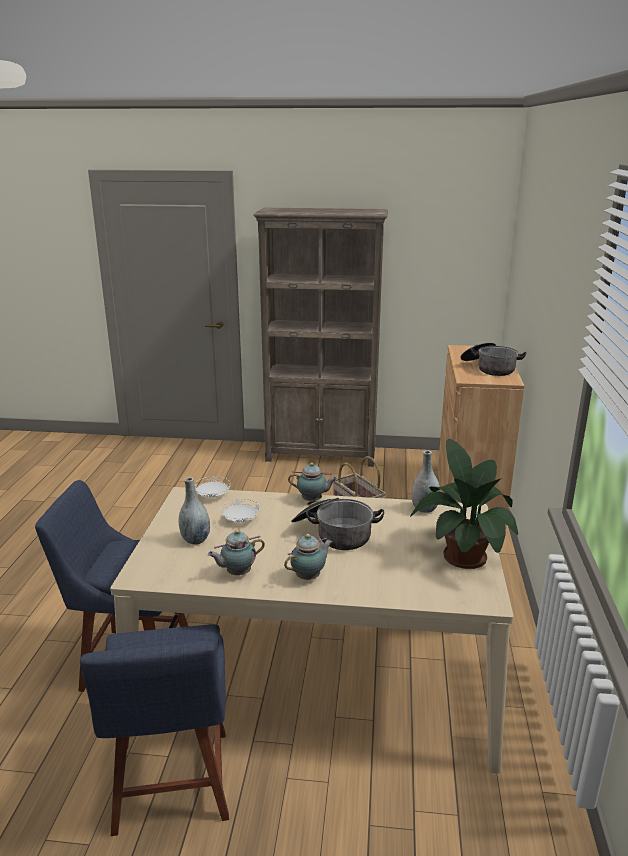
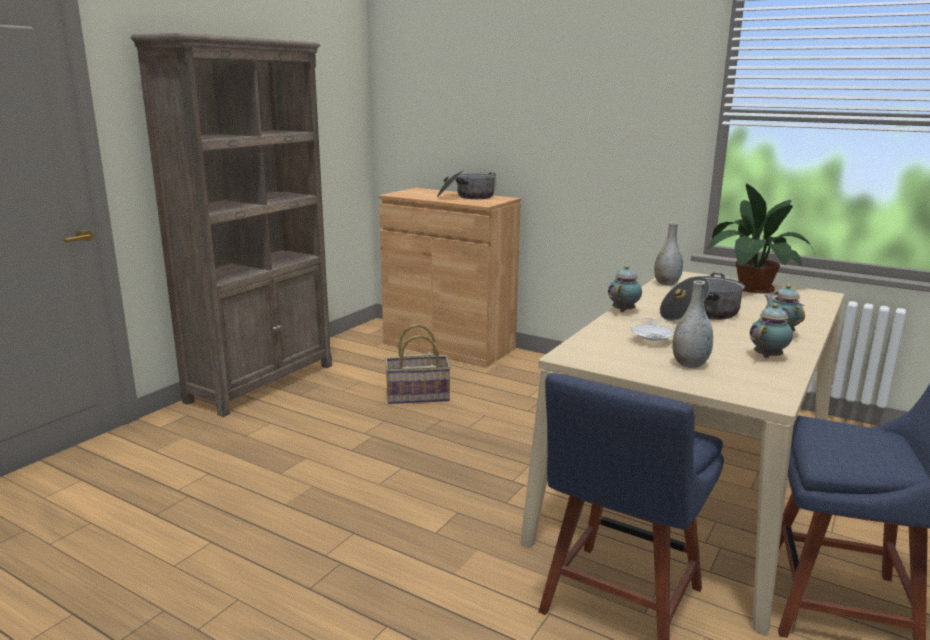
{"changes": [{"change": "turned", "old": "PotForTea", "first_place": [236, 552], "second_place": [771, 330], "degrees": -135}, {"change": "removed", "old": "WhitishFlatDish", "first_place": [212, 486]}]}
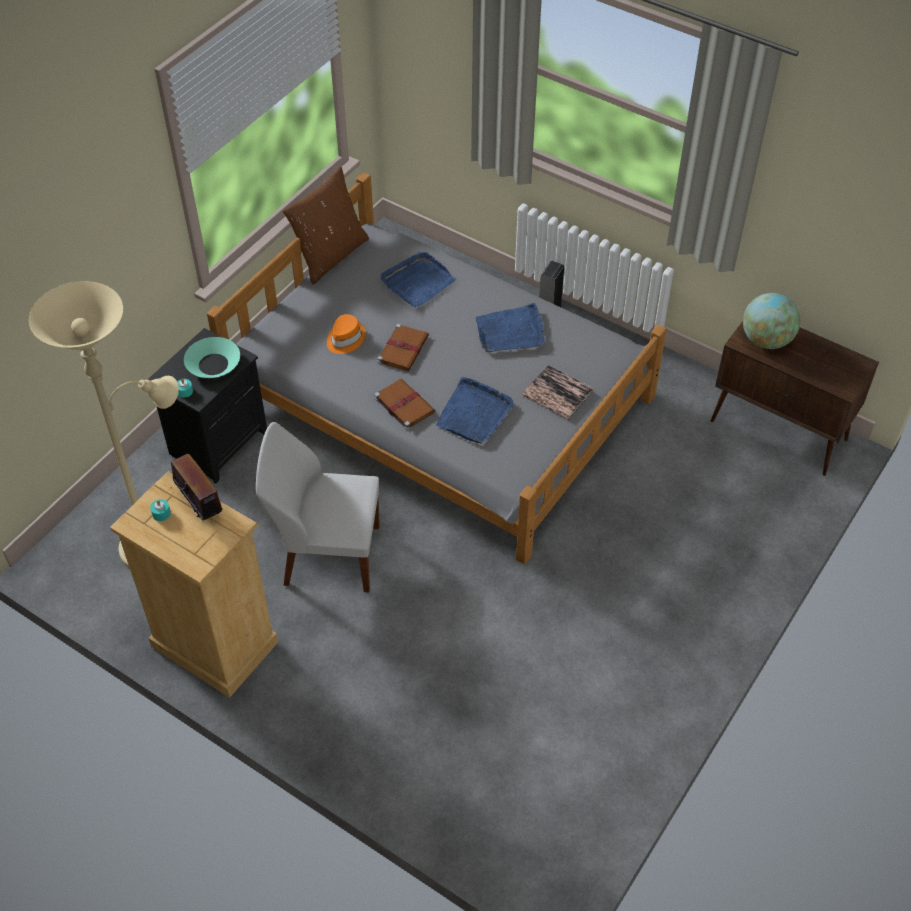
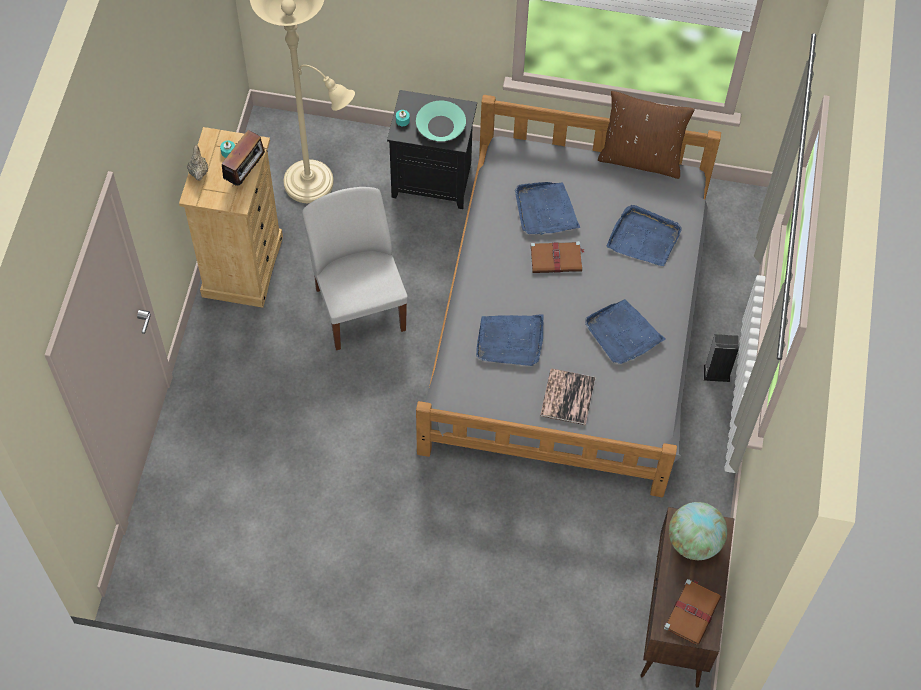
{"changes": [{"change": "added", "new": "BeigeColouredPotForTea", "second_place": [197, 163]}, {"change": "replaced", "old": "OrangeColouredWearableHat", "new": "BlueColouredTray", "first_place": [346, 334], "second_place": [547, 208]}, {"change": "moved", "old": "BrownColouredBoundBook", "first_place": [404, 404], "second_place": [692, 612]}]}
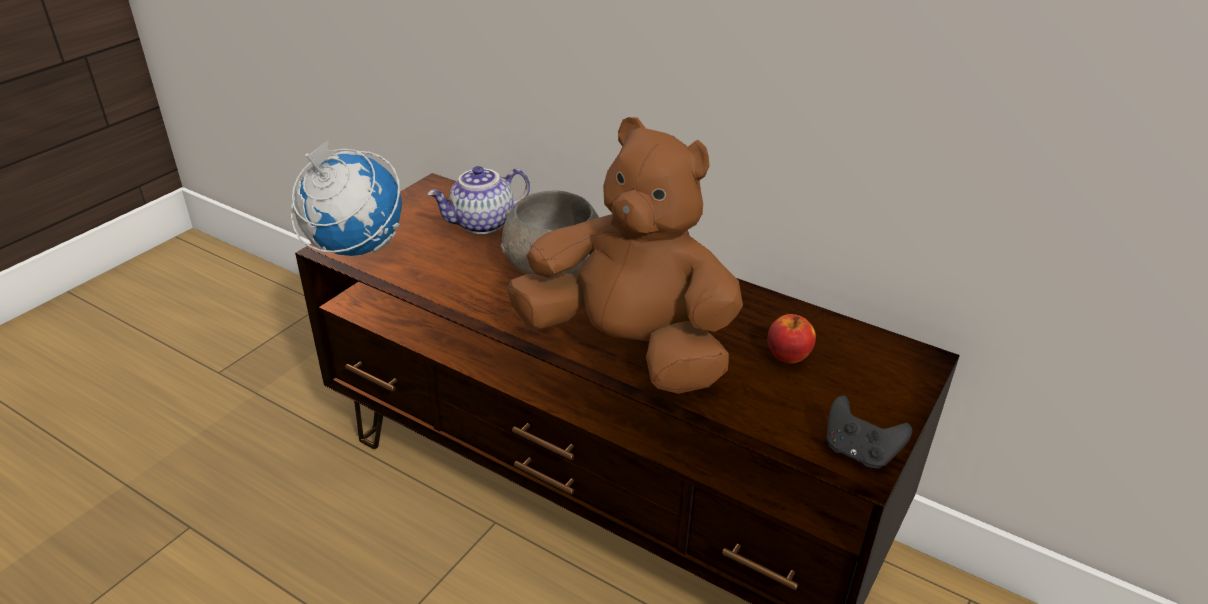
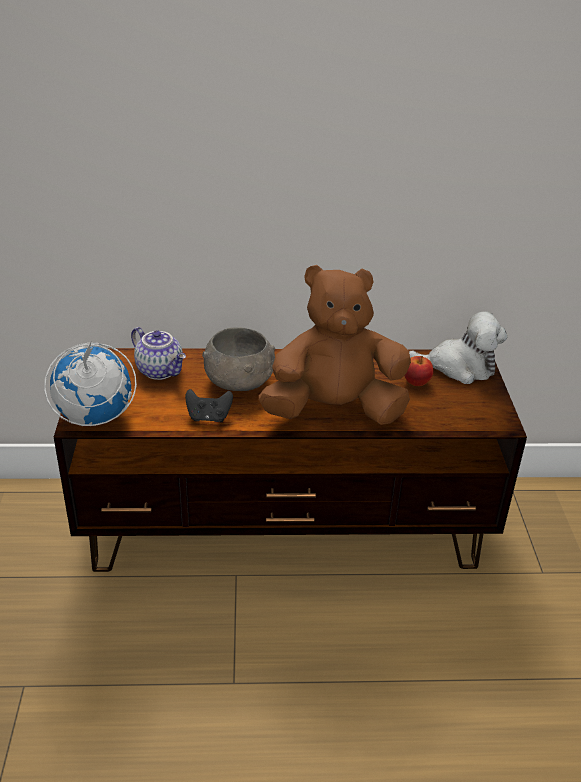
{"changes": [{"change": "turned", "old": "PotForTea", "first_place": [478, 200], "second_place": [158, 353], "degrees": -75}, {"change": "moved", "old": "BlackGameController", "first_place": [869, 432], "second_place": [209, 405]}, {"change": "added", "new": "PlushToy", "second_place": [458, 347]}]}
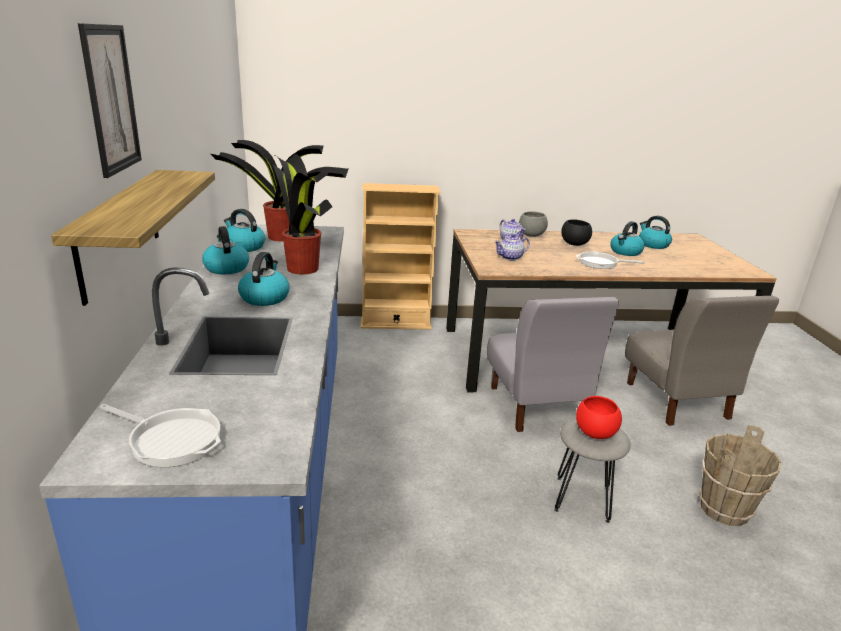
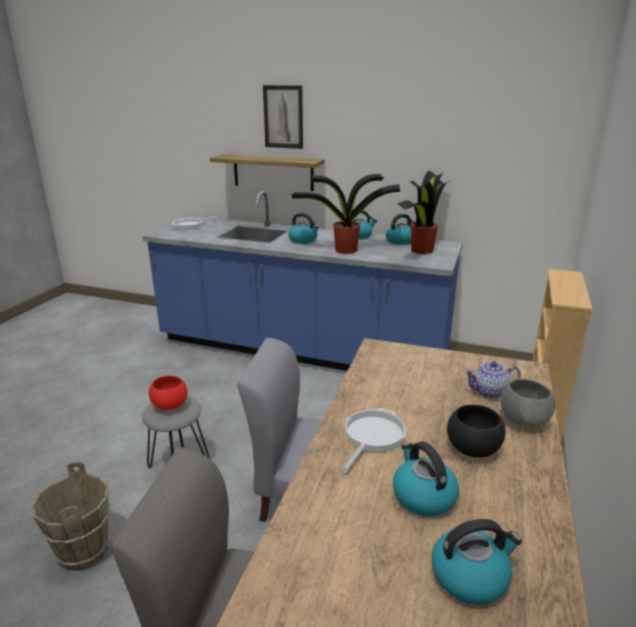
{"changes": [{"change": "removed", "old": "PotForTea", "first_place": [512, 247]}]}
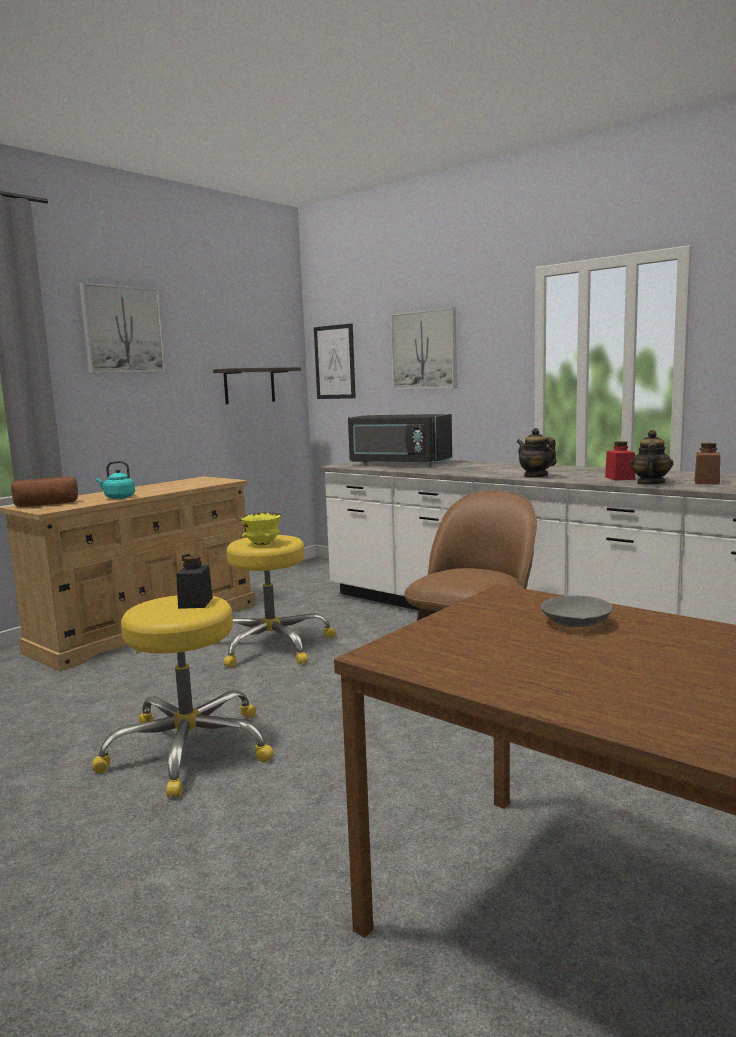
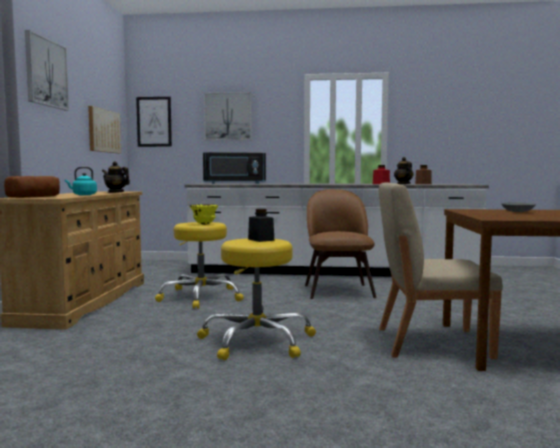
{"changes": [{"change": "replaced", "old": "BracketShelf", "new": "WallPicture", "first_place": [257, 385], "second_place": [104, 129]}, {"change": "moved", "old": "PotForTea", "first_place": [537, 453], "second_place": [116, 177]}, {"change": "added", "new": "BeigeColouredChair", "second_place": [441, 271]}]}
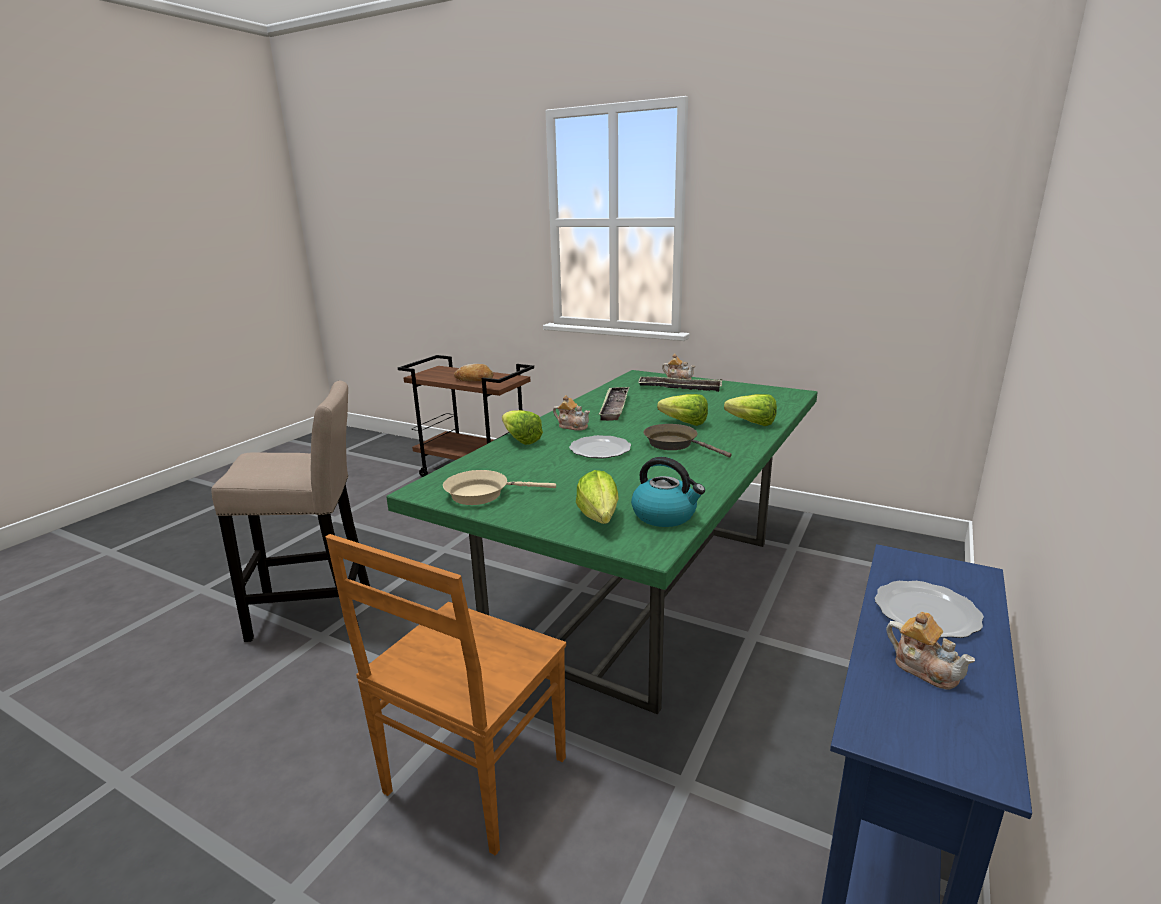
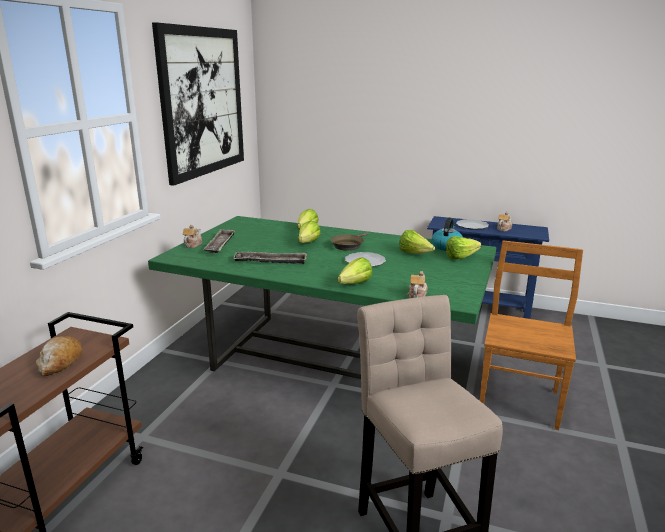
{"changes": [{"change": "added", "new": "WallPicture", "second_place": [198, 104]}, {"change": "added", "new": "Lettuce", "second_place": [417, 242]}, {"change": "moved", "old": "PotForTea", "first_place": [571, 413], "second_place": [417, 284]}, {"change": "turned", "old": "BrownColouredChair", "first_place": [446, 695], "second_place": [531, 335], "degrees": -90}, {"change": "removed", "old": "BeigeColouredPan", "first_place": [499, 487]}]}
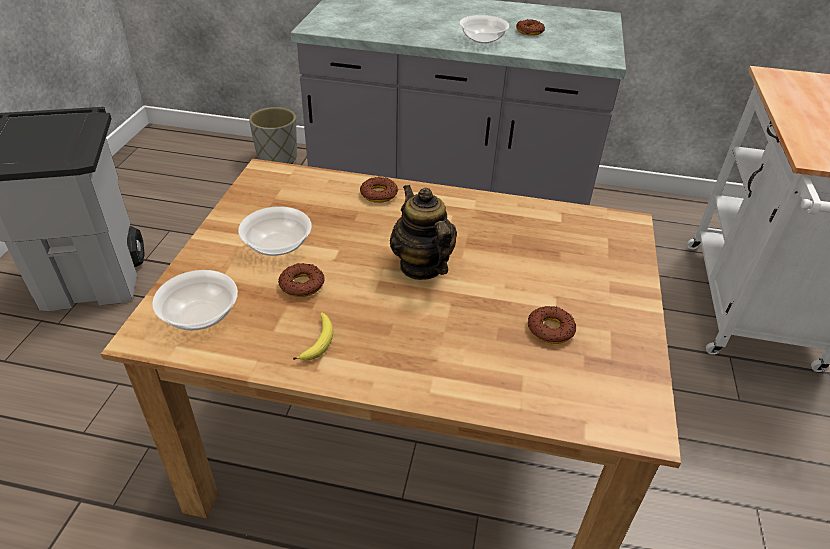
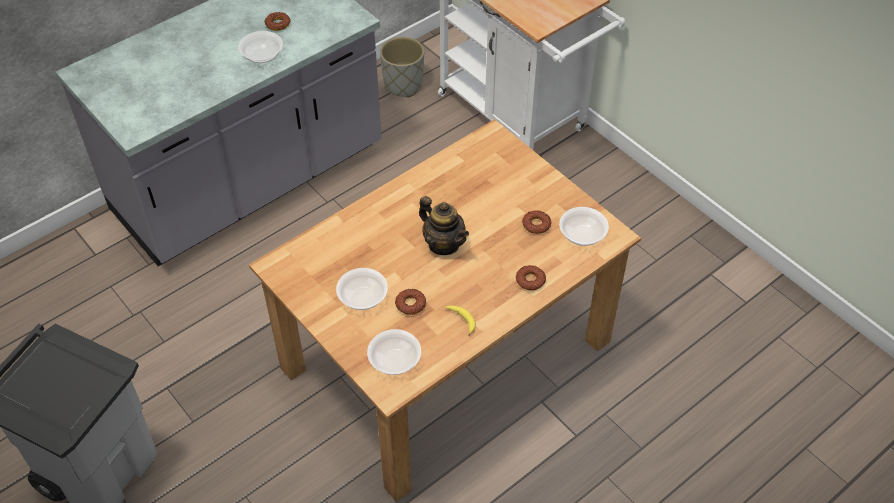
{"changes": [{"change": "moved", "old": "GreyFlowerPot", "first_place": [273, 135], "second_place": [402, 67]}, {"change": "turned", "old": "PotForTea", "first_place": [423, 232], "second_place": [444, 225], "degrees": -150}, {"change": "moved", "old": "Donut", "first_place": [379, 190], "second_place": [531, 278]}, {"change": "added", "new": "Bowl", "second_place": [584, 226]}]}
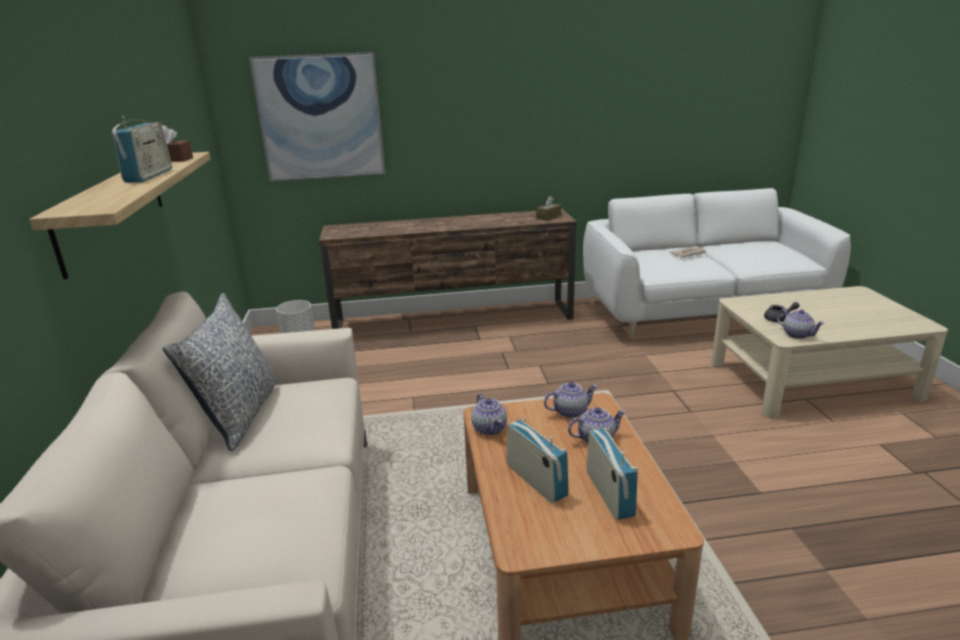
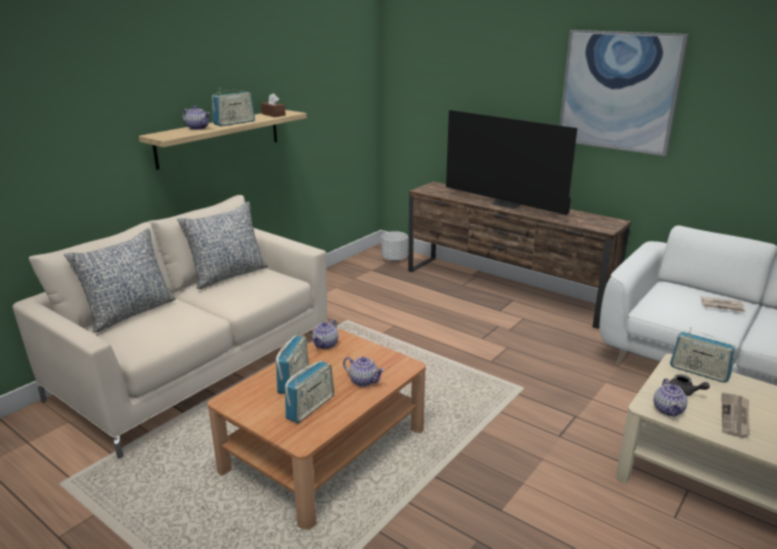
{"changes": [{"change": "added", "new": "Cushion", "second_place": [120, 280]}, {"change": "moved", "old": "PotForTea", "first_place": [571, 400], "second_place": [196, 118]}, {"change": "added", "new": "Tv", "second_place": [511, 162]}, {"change": "moved", "old": "WallPicture", "first_place": [317, 116], "second_place": [624, 93]}, {"change": "added", "new": "RadioReceiver", "second_place": [703, 355]}, {"change": "added", "new": "Newspaper", "second_place": [735, 415]}, {"change": "removed", "old": "BrownColouredTissueBox", "first_place": [548, 208]}]}
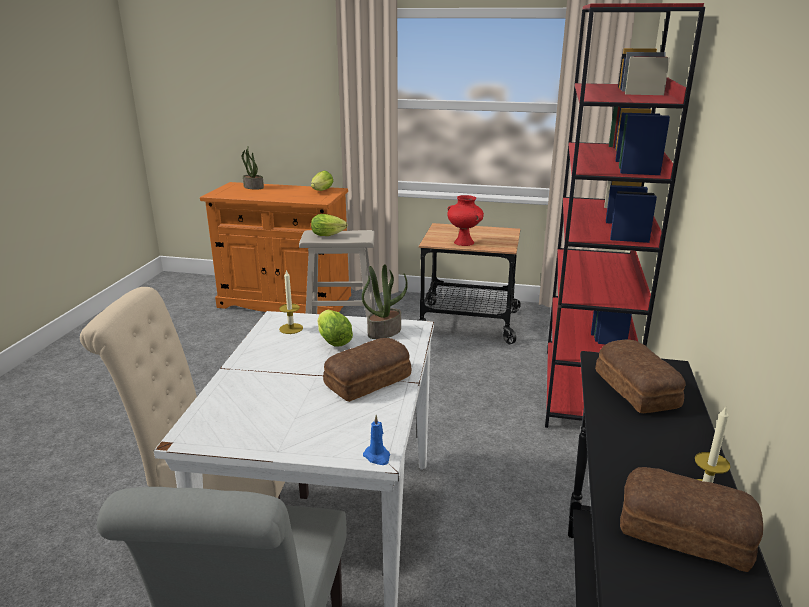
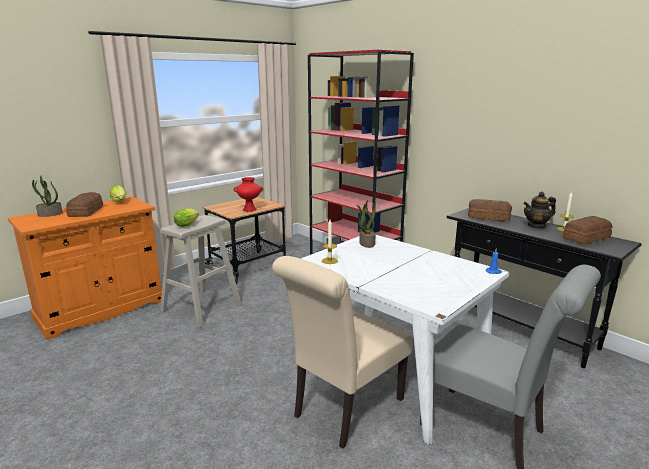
{"changes": [{"change": "moved", "old": "Bread", "first_place": [367, 370], "second_place": [84, 204]}, {"change": "added", "new": "PotForTea", "second_place": [539, 210]}, {"change": "removed", "old": "Lettuce", "first_place": [335, 328]}]}
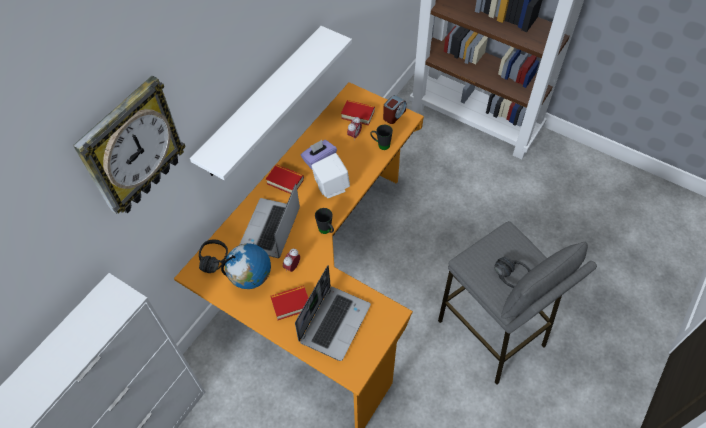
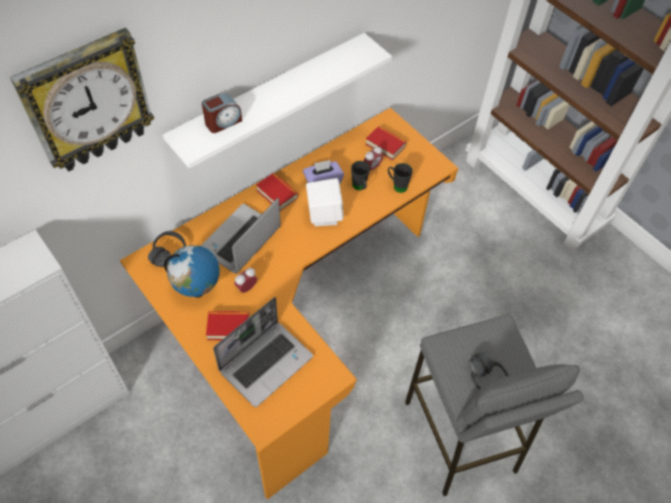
{"changes": [{"change": "moved", "old": "TableClock", "first_place": [394, 109], "second_place": [222, 113]}, {"change": "moved", "old": "BlackTeaMug", "first_place": [324, 221], "second_place": [360, 175]}]}
